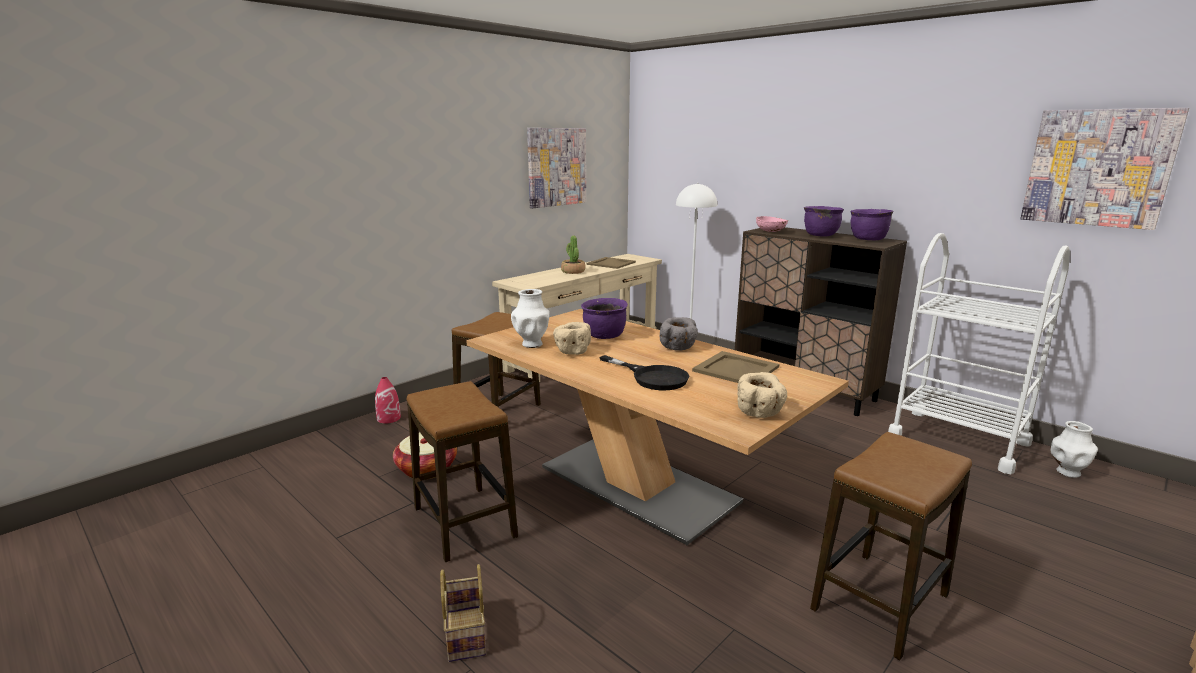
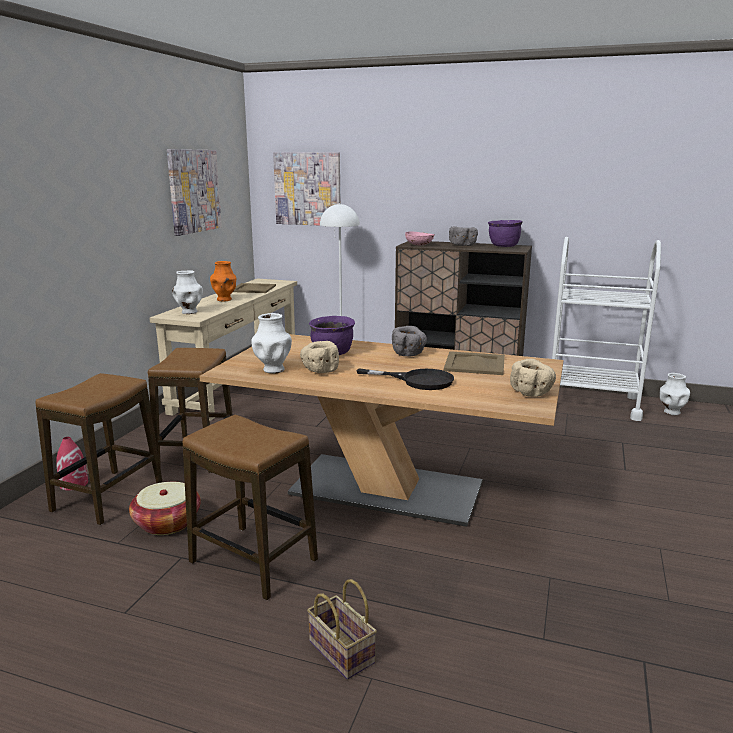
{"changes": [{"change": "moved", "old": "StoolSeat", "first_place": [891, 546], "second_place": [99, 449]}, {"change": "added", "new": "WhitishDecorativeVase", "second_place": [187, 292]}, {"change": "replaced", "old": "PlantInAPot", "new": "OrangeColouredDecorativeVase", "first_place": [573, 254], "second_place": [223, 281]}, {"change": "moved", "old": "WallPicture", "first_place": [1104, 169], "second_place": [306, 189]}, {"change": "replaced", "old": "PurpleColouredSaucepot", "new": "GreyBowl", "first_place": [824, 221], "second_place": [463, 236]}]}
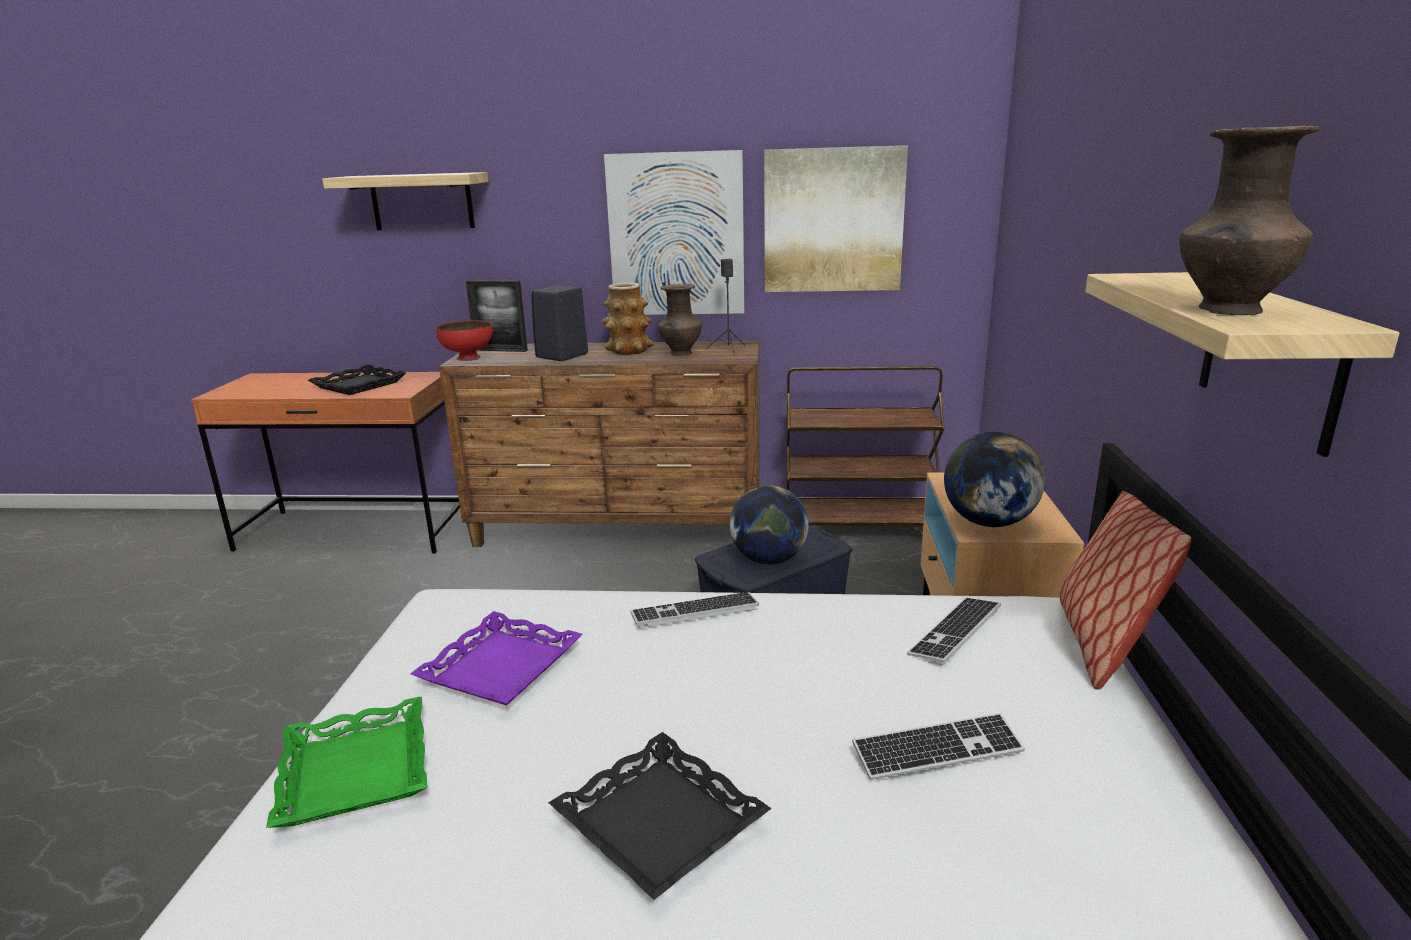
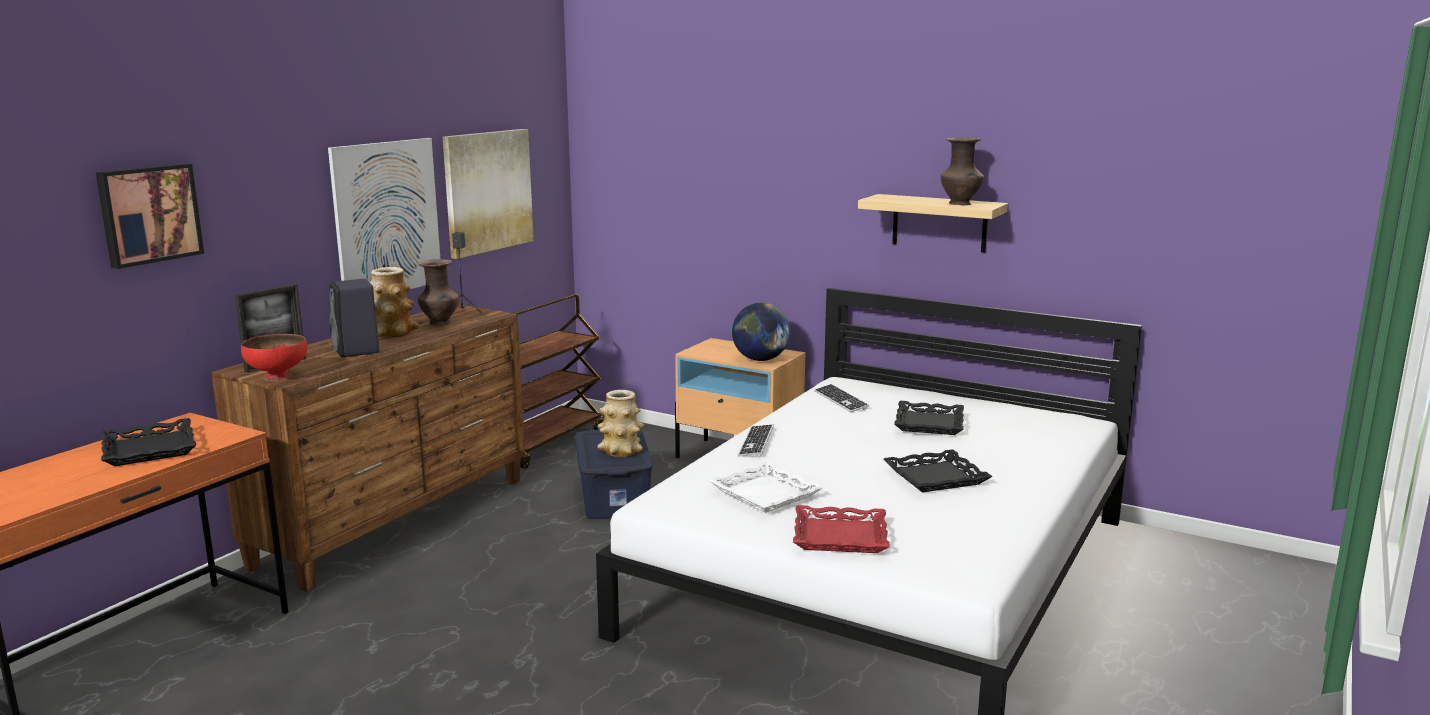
{"changes": [{"change": "replaced", "old": "BracketShelf", "new": "WallPicture", "first_place": [405, 201], "second_place": [150, 216]}, {"change": "replaced", "old": "DeskGlobe", "new": "DecorativeVase", "first_place": [769, 524], "second_place": [621, 423]}, {"change": "recoloured", "old": "PurpleColouredTray", "new": "WhitishTray", "first_place": [496, 658], "second_place": [767, 487]}, {"change": "recoloured", "old": "GreenColouredTray", "new": "ReddishTray", "first_place": [347, 762], "second_place": [841, 529]}, {"change": "replaced", "old": "Keyboard", "new": "BlackTray", "first_place": [938, 746], "second_place": [929, 418]}, {"change": "removed", "old": "Cushion", "first_place": [1126, 590]}]}
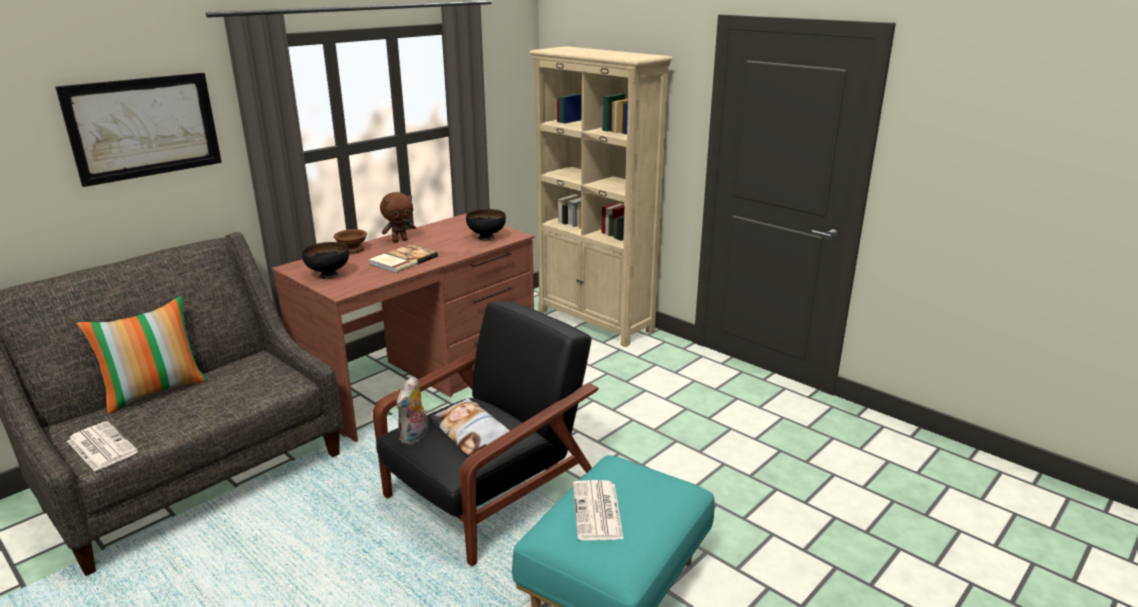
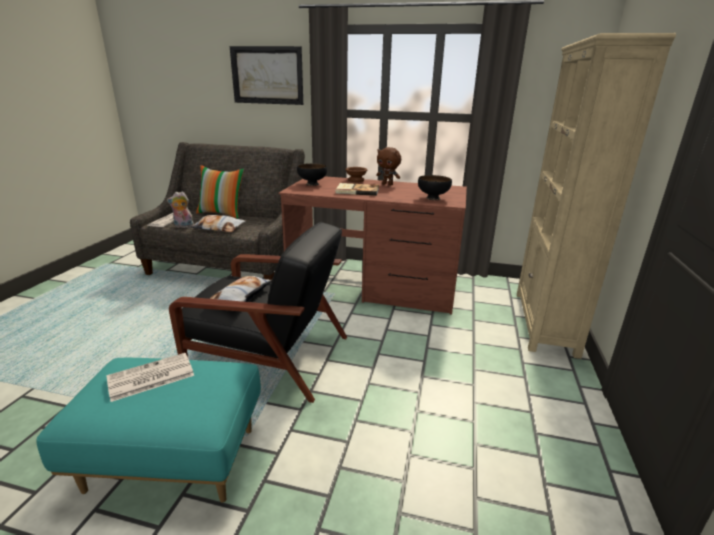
{"changes": [{"change": "moved", "old": "PlushToy", "first_place": [412, 411], "second_place": [180, 209]}, {"change": "added", "new": "Cushion", "second_place": [218, 223]}]}
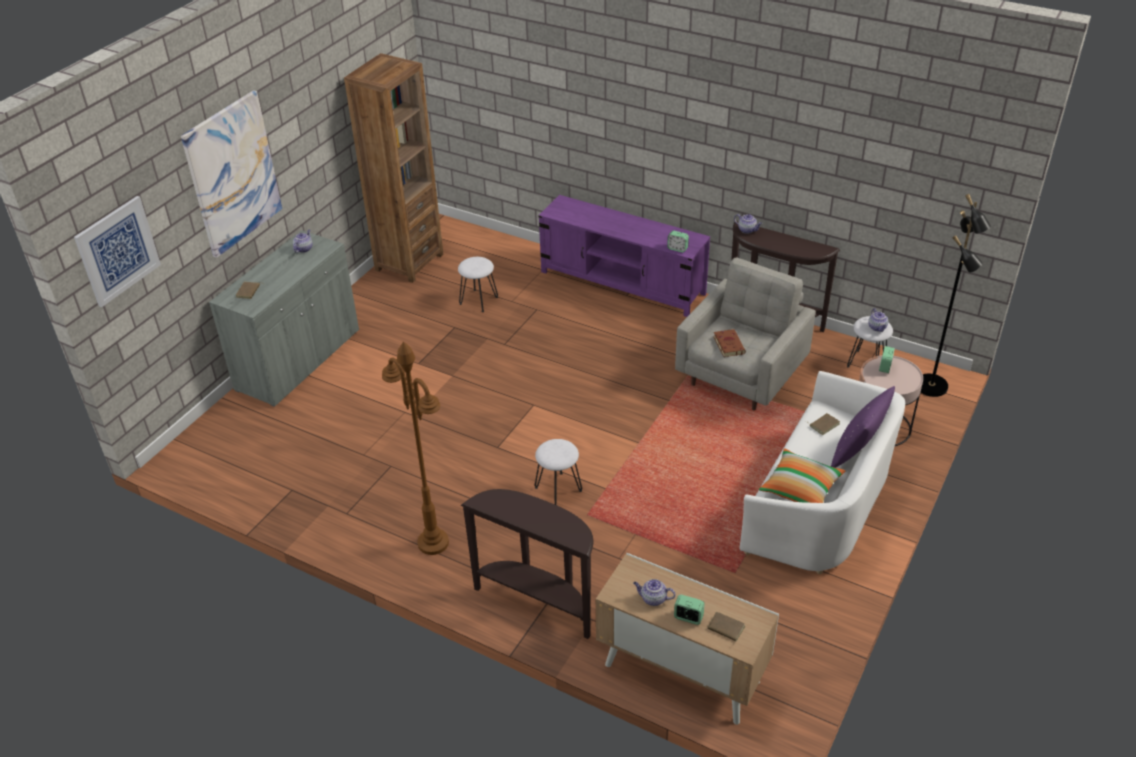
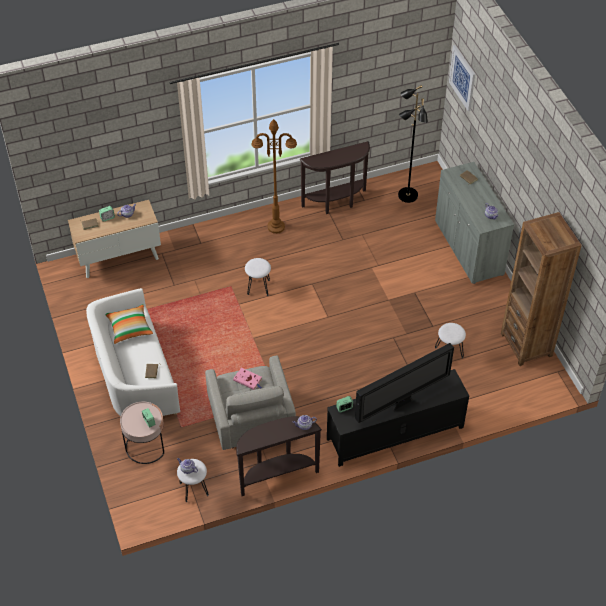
{"changes": [{"change": "recoloured", "old": "BrownColouredBoundBook", "new": "PinkishBoundBook", "first_place": [729, 343], "second_place": [247, 379]}, {"change": "moved", "old": "BrownColouredConsoleTable", "first_place": [527, 564], "second_place": [334, 177]}, {"change": "recoloured", "old": "PurpleColouredTvUnit", "new": "BlackTvUnit", "first_place": [624, 256], "second_place": [398, 418]}, {"change": "added", "new": "Tv", "second_place": [404, 383]}, {"change": "moved", "old": "BlackStandingLamp", "first_place": [956, 295], "second_place": [413, 144]}, {"change": "removed", "old": "WallPicture", "first_place": [231, 174]}, {"change": "removed", "old": "PurpleColouredCushion", "first_place": [863, 427]}]}
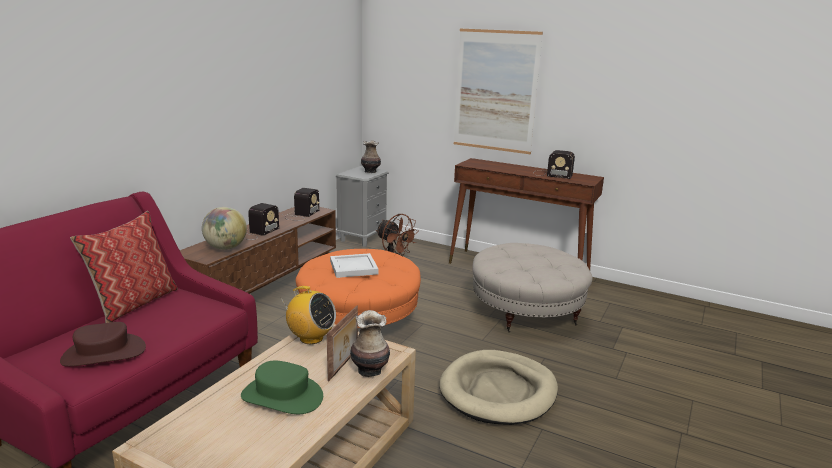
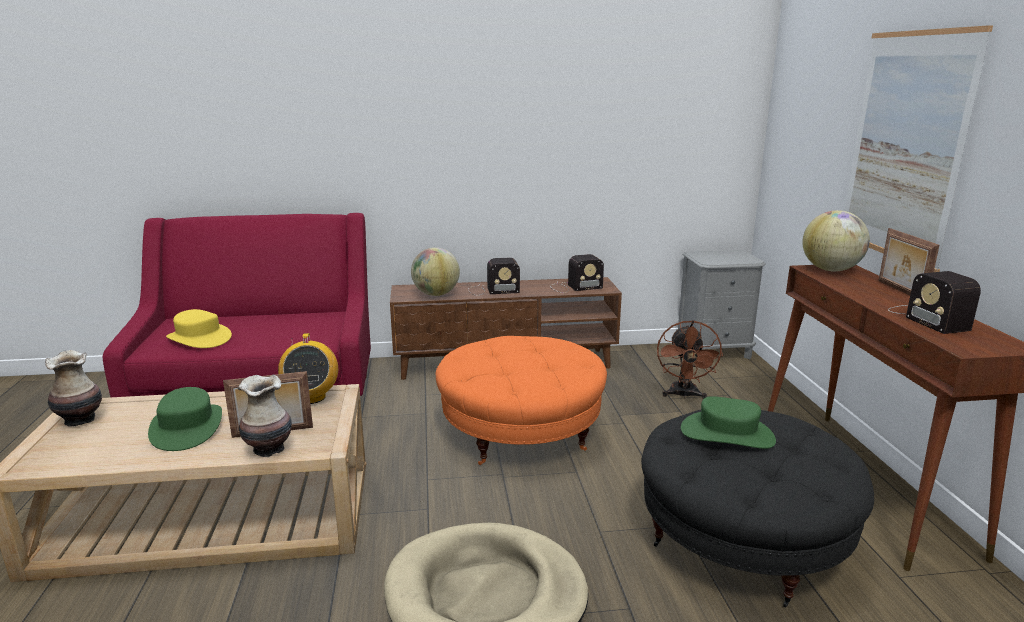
{"changes": [{"change": "moved", "old": "DecorativeVase", "first_place": [371, 156], "second_place": [73, 388]}, {"change": "recoloured", "old": "BrownColouredWearableHat", "new": "YellowColouredWearableHat", "first_place": [103, 344], "second_place": [199, 328]}, {"change": "recoloured", "old": "BeigeColouredOttoman", "new": "BlackOttoman", "first_place": [532, 287], "second_place": [757, 509]}, {"change": "added", "new": "GreenColouredWearableHat", "second_place": [728, 422]}, {"change": "added", "new": "DeskGlobe", "second_place": [836, 240]}, {"change": "added", "new": "PictureFrame", "second_place": [908, 261]}, {"change": "removed", "old": "Cushion", "first_place": [124, 267]}, {"change": "removed", "old": "WhitishTray", "first_place": [354, 265]}]}
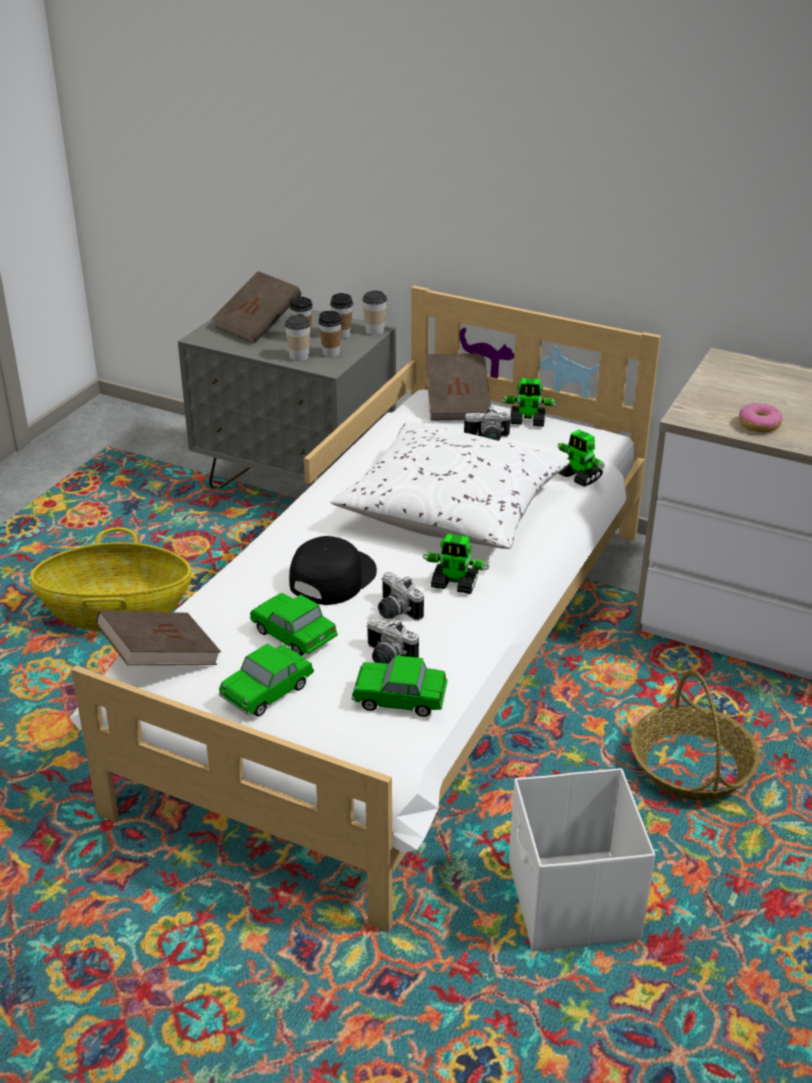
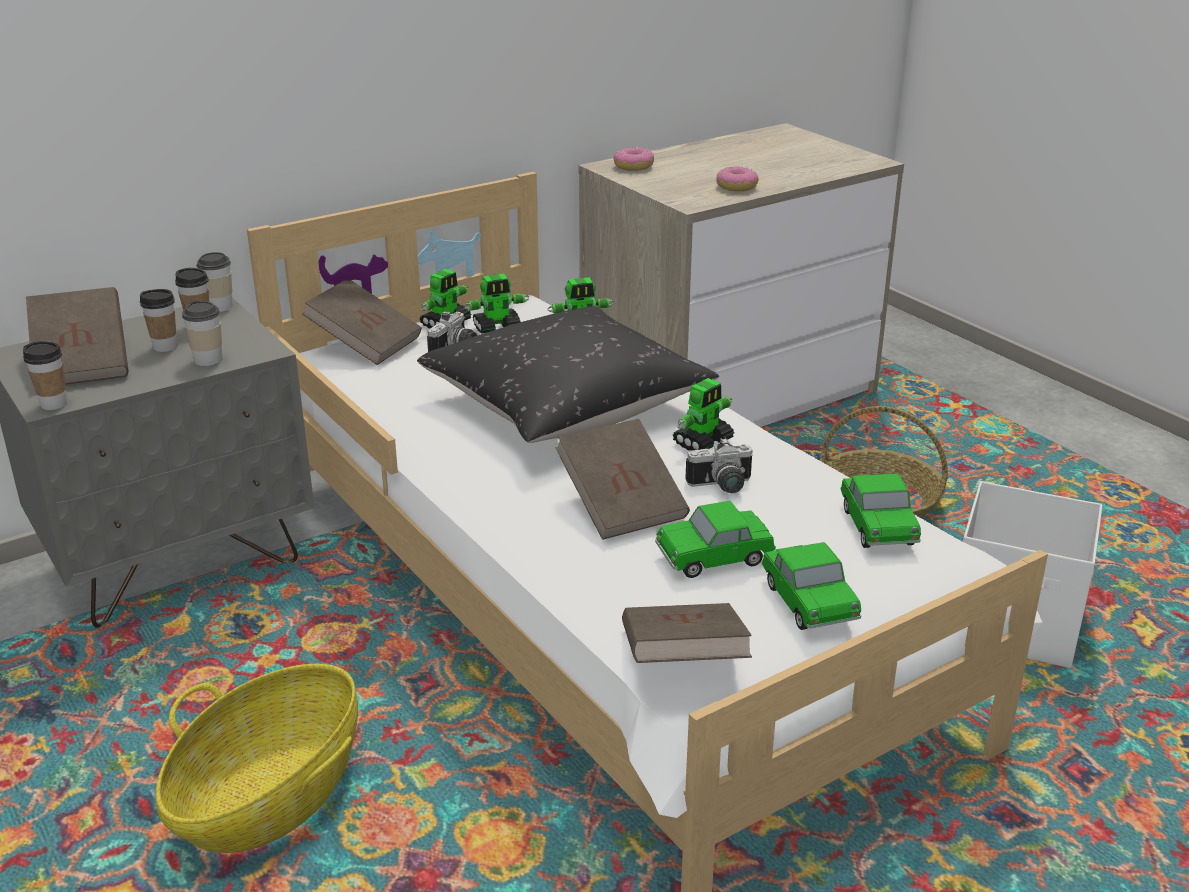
{"changes": [{"change": "moved", "old": "SmallCup", "first_place": [330, 334], "second_place": [45, 375]}, {"change": "recoloured", "old": "WhitishCushion", "new": "BlackCushion", "first_place": [450, 485], "second_place": [568, 374]}, {"change": "added", "new": "RobotFigure", "second_place": [496, 304]}, {"change": "replaced", "old": "BlackBaseballCap", "new": "BrownColouredBoundBook", "first_place": [333, 570], "second_place": [623, 479]}, {"change": "added", "new": "Donut", "second_place": [633, 159]}, {"change": "turned", "old": "ModelCar", "first_place": [399, 686], "second_place": [881, 510], "degrees": -45}, {"change": "removed", "old": "StillCamera", "first_place": [393, 640]}]}
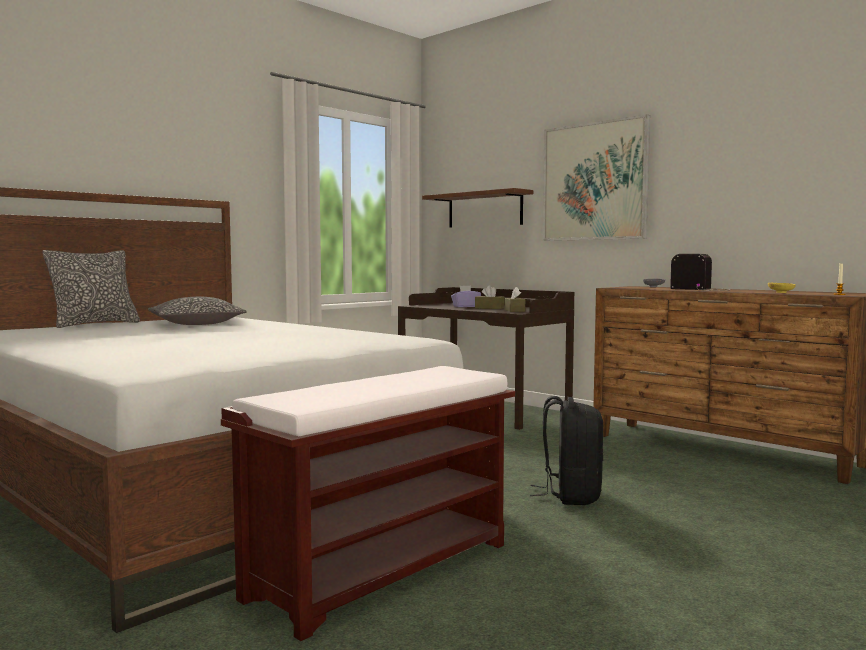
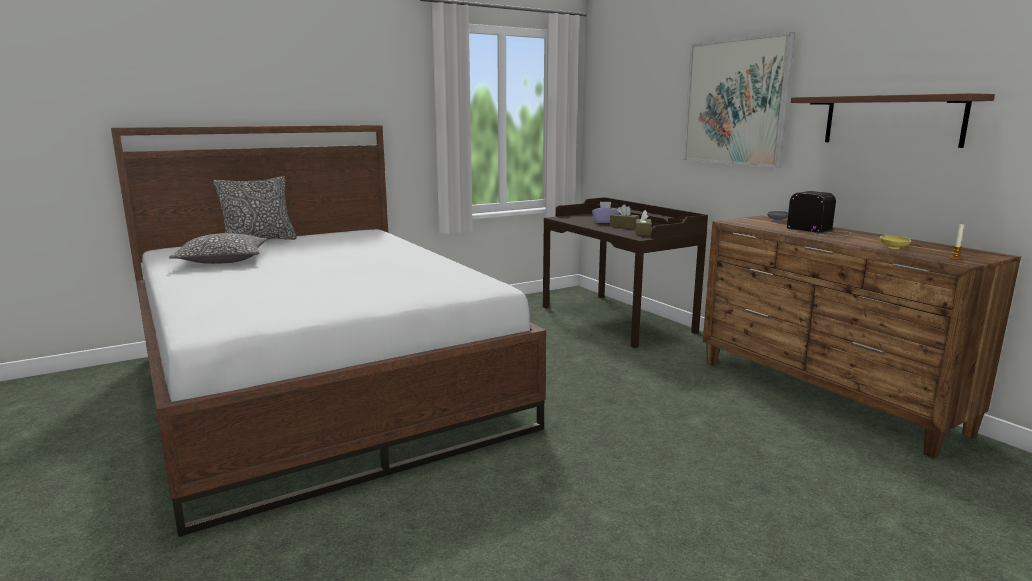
{"changes": [{"change": "moved", "old": "Cushion", "first_place": [197, 311], "second_place": [218, 248]}, {"change": "moved", "old": "BrownColouredBracketShelf", "first_place": [477, 208], "second_place": [893, 120]}, {"change": "removed", "old": "BrownColouredIndoorBench", "first_place": [368, 503]}, {"change": "removed", "old": "BlackRucksack", "first_place": [566, 450]}]}
